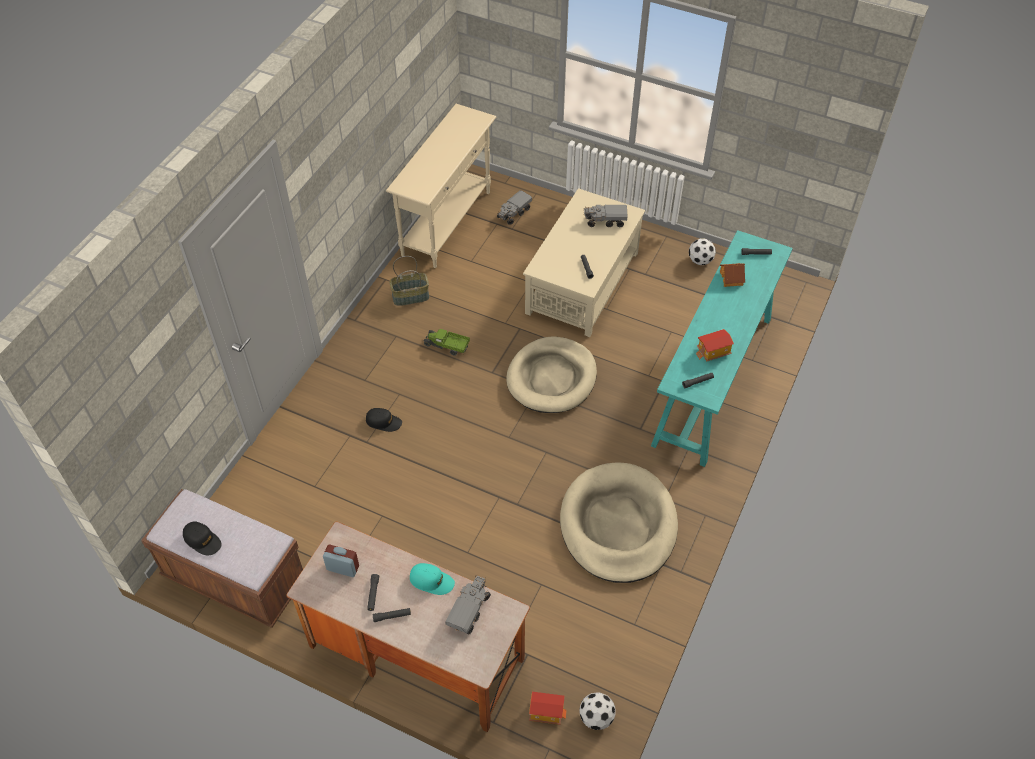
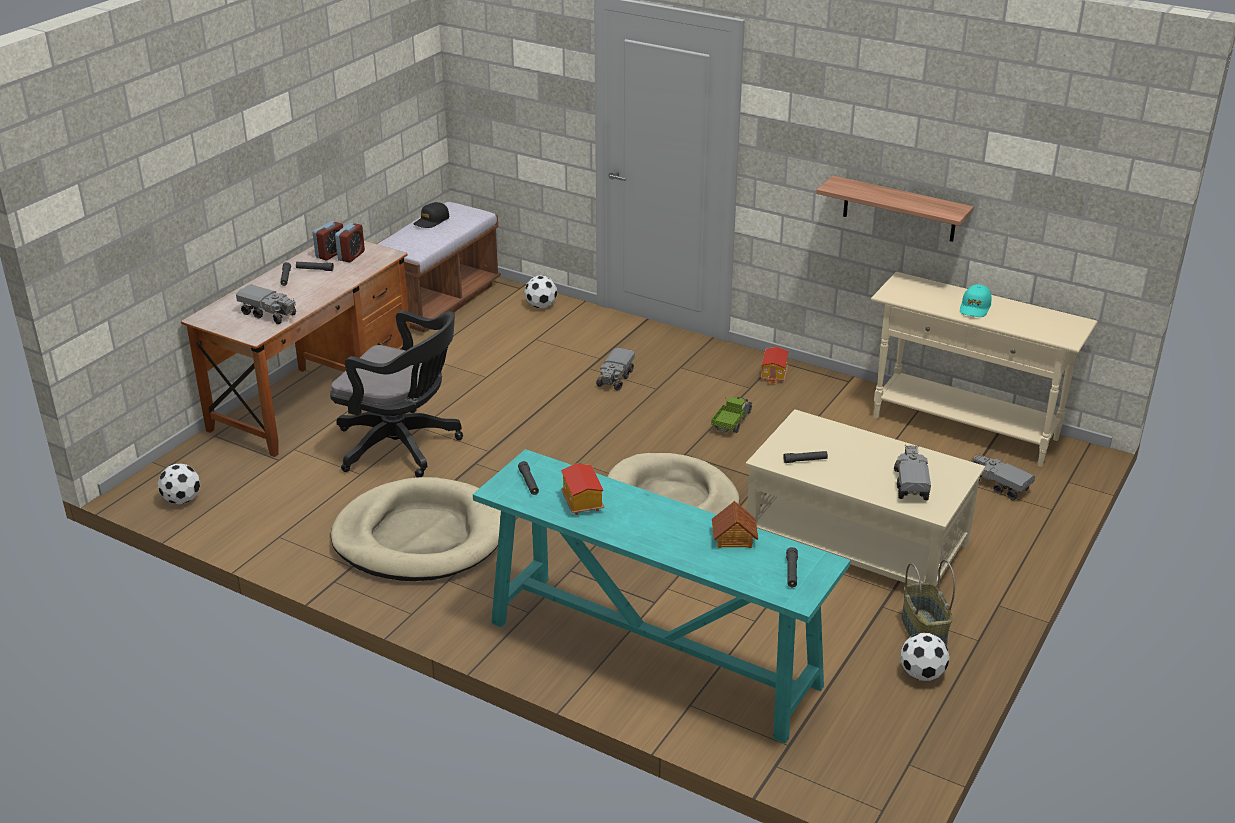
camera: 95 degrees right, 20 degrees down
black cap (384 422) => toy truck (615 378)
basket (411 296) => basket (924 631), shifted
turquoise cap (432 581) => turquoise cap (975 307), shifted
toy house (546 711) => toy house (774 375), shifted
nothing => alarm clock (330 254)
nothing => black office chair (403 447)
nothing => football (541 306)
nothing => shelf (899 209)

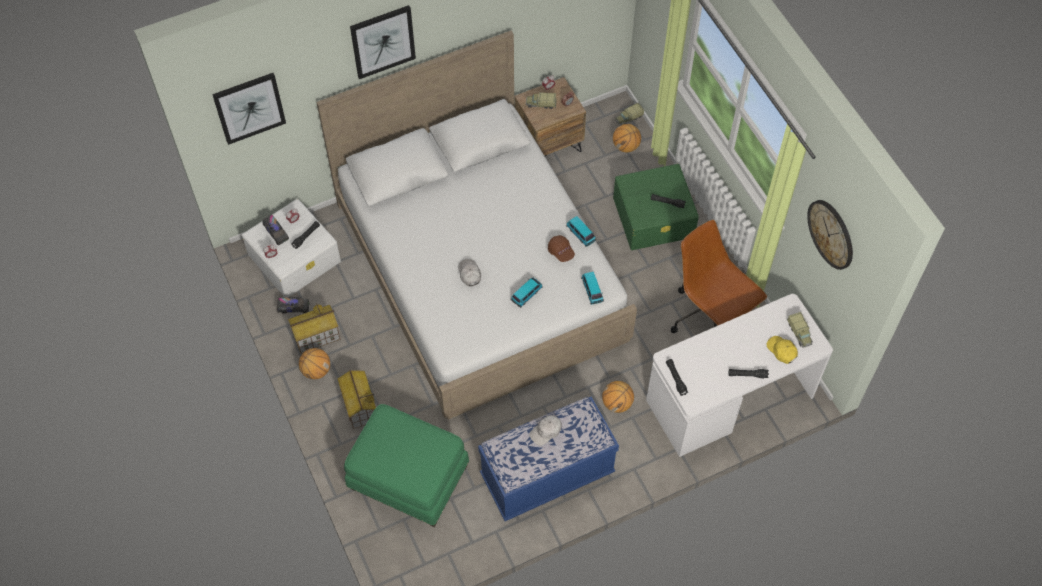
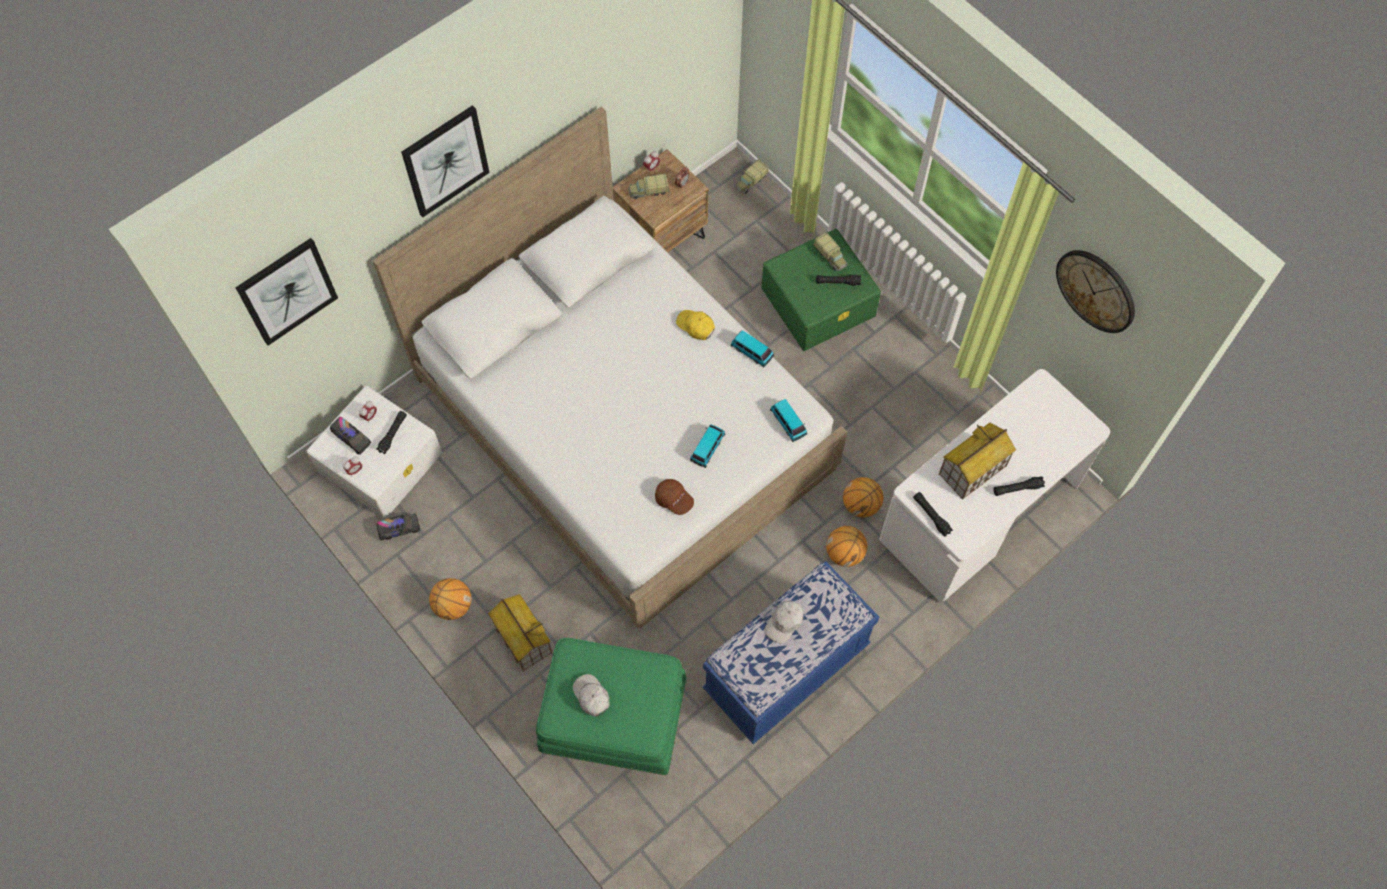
camera: 15 degrees left, 5 degrees up
toy house (316 336) => toy house (972 470), shifted
white cap (469 274) => white cap (591 696), shifted
brown cap (561 252) => brown cap (674 500), shifted
basketball (626 146) => basketball (861 505), shifted
brown office chair (710 318) => nothing
yellow cap (781 351) => yellow cap (695 326), shifted
toy truck (799 333) => toy truck (830 256), shifted

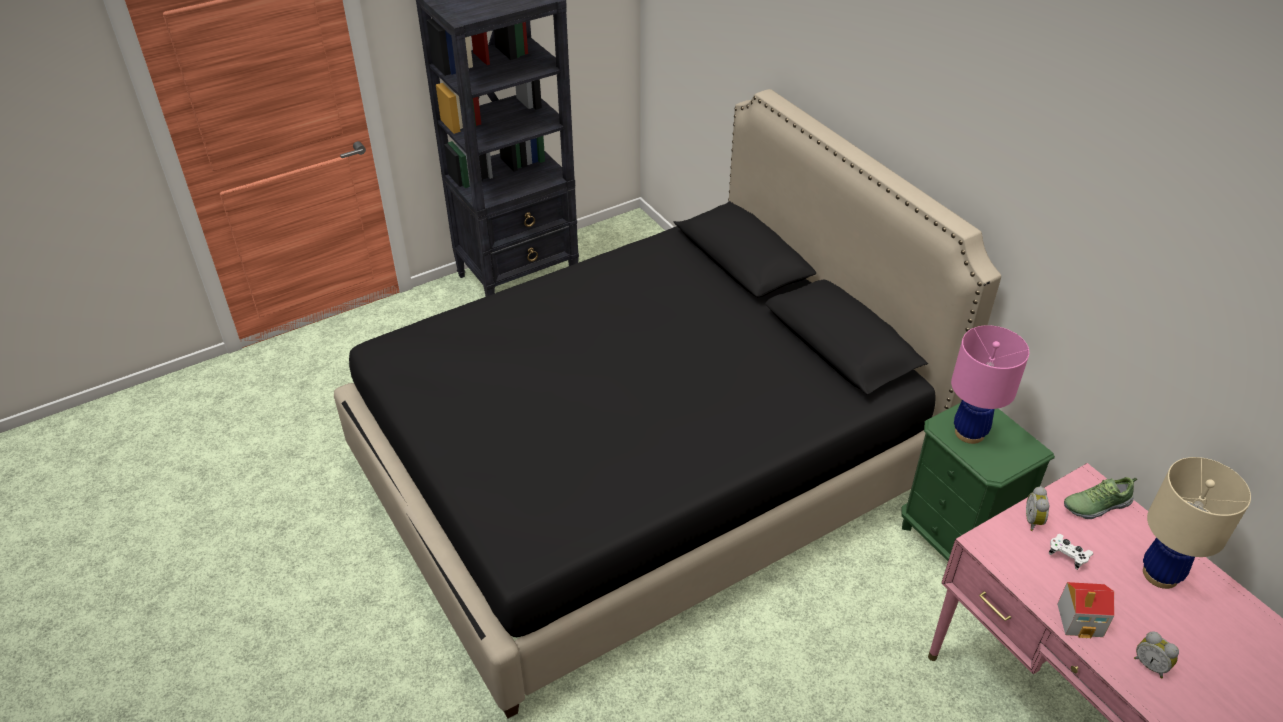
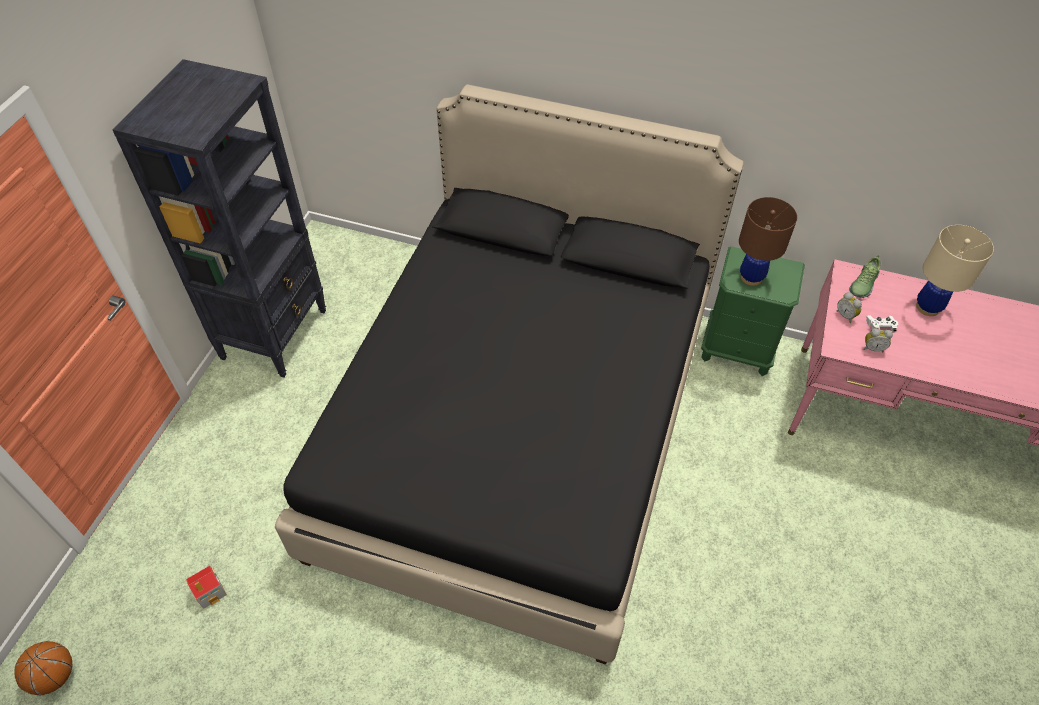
camera: 40 degrees left, 10 degrees up
pink table lamp (969 433) => brown table lamp (751 277)
toy house (1080 620) => toy house (210 591), shifted
alarm clock (1150 665) => alarm clock (872 348), shifted
nothing => basketball (54 676)

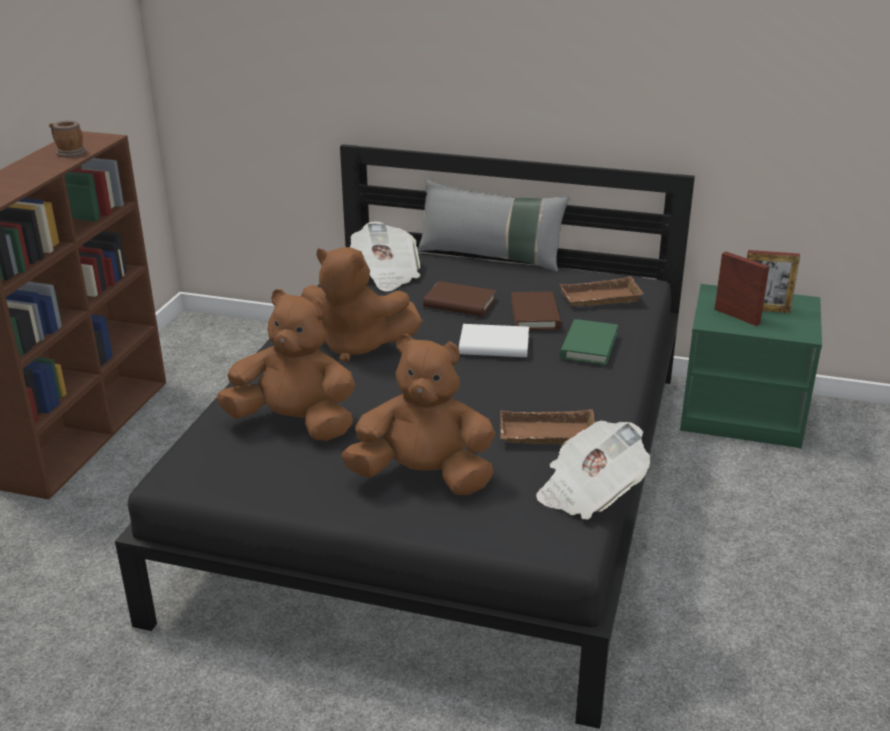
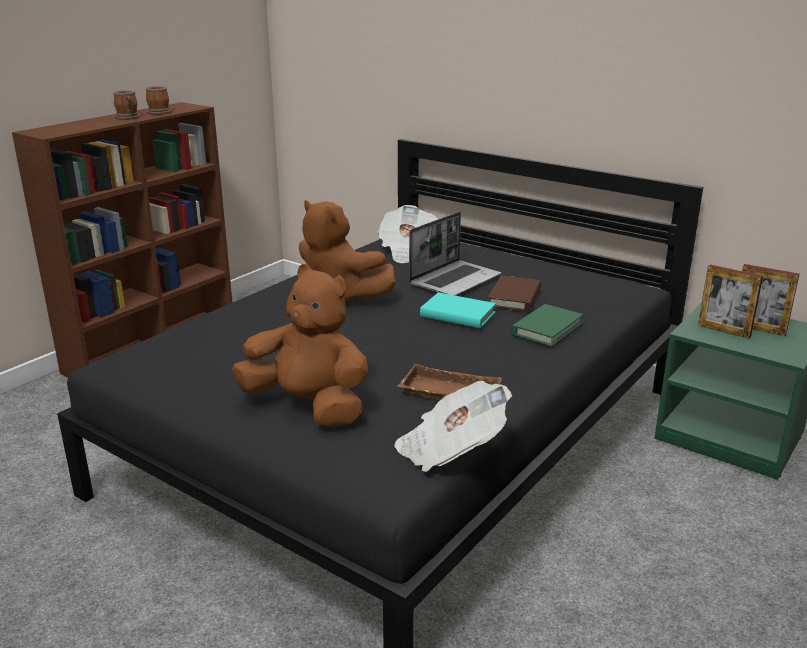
camera: 20 degrees right, 5 degrees down
brown plush toy (295 423) => nothing
grey pillow (491 257) => nothing
brown book (459 303) => laptop (455 280)
white book (494 345) => turquoise book (457 315)
brown tray (600 299) => nothing
picture frame (736 316) => picture frame (724 330), 150 degrees clockwise
nothing => mug (128 118)

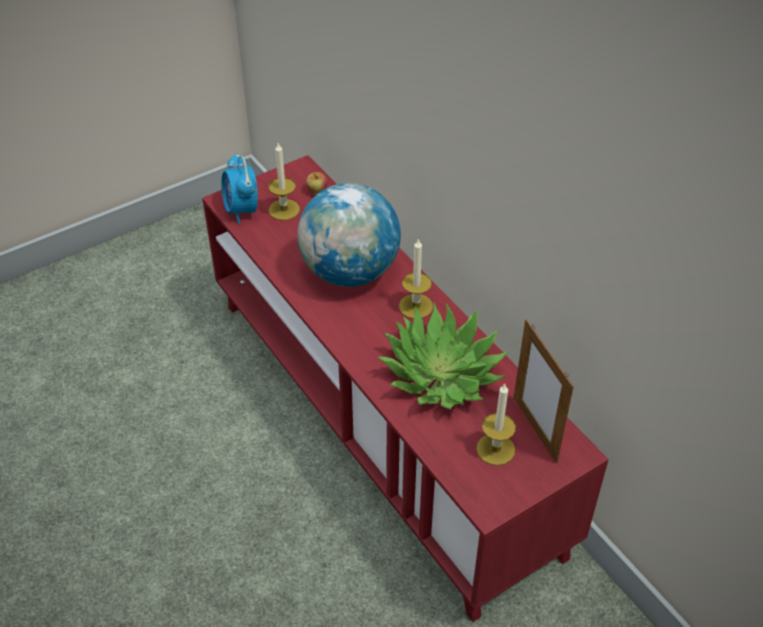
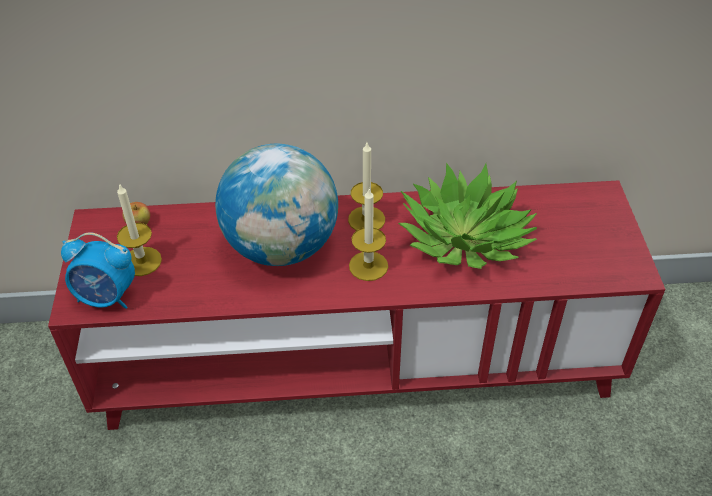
camera: 60 degrees left, 0 degrees up
candle (495 449) => candle (368 266), shifted
picture frame (535 429) => nothing

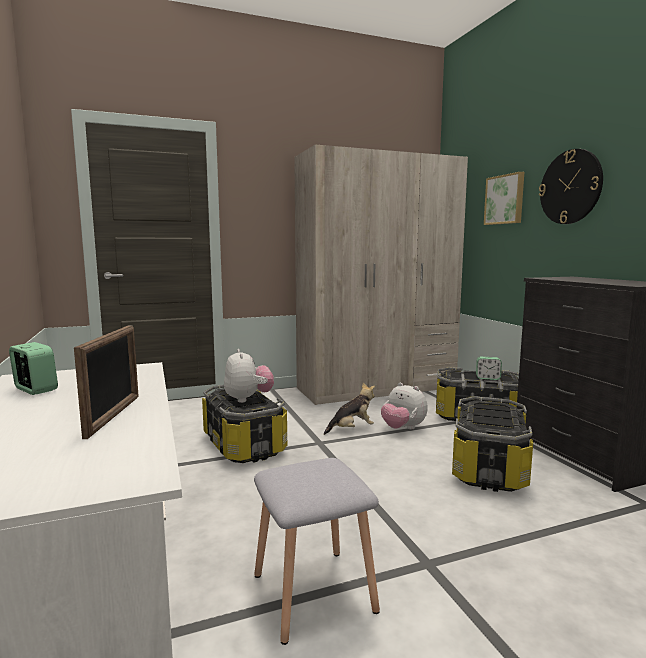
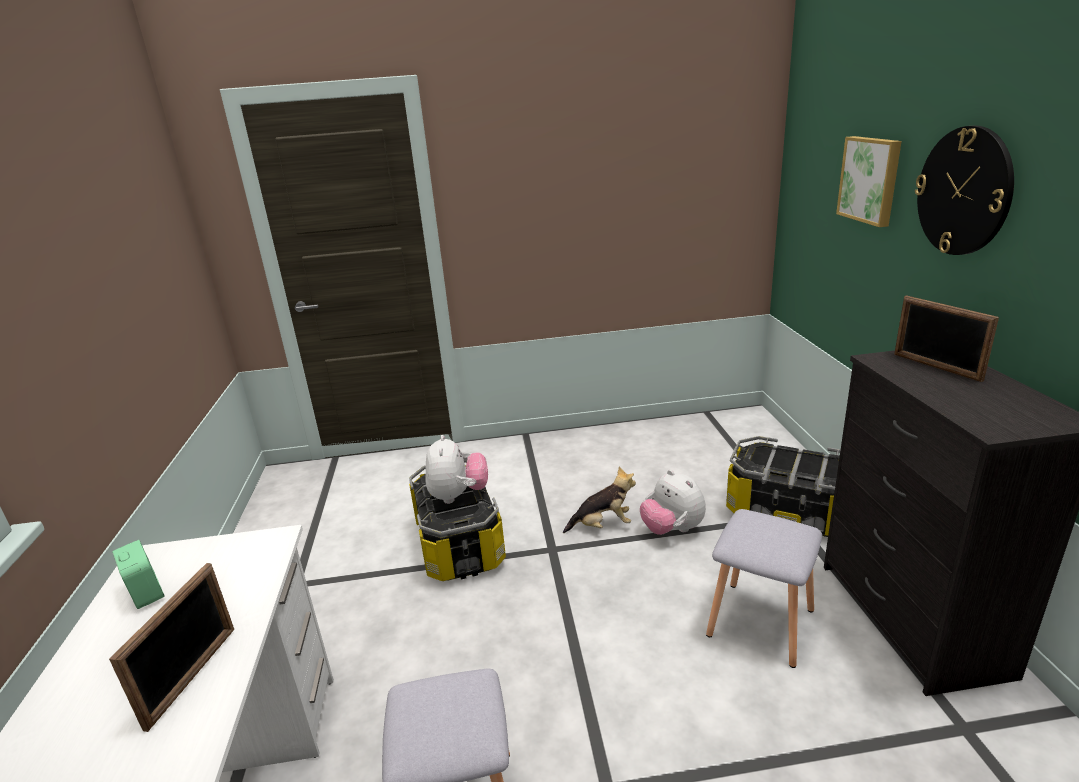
camera: 15 degrees right, 15 degrees up
beige wardrobe (377 388) => nothing
storage box (489 468) => grey stool (761 624)
alarm clock (488 378) => nothing
nothing => picture frame (936 367)

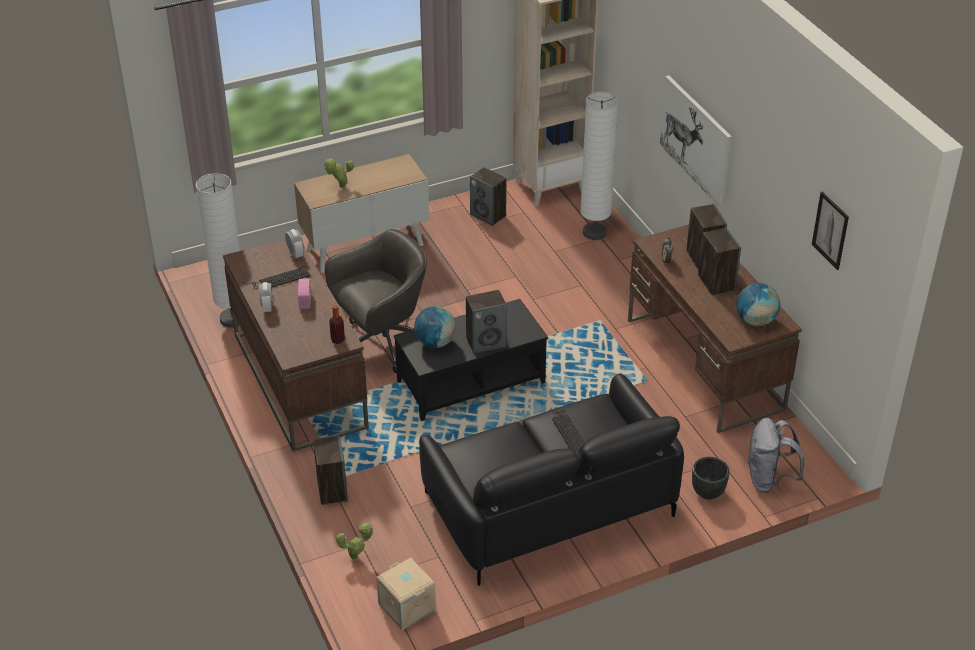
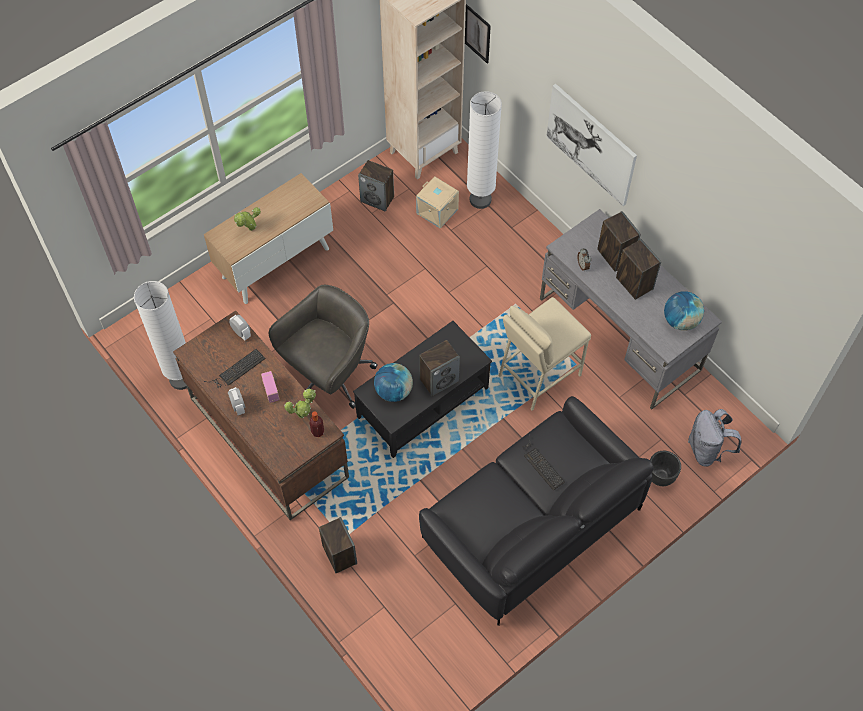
camera: 15 degrees left, 20 degrees up
potted plant (356 557) => potted plant (303 414), shifted
beige storage box (406 607) => beige storage box (436 211), shifted
brown desk (704 365) => grey desk (620 335)
picture (830 230) => picture (477 33), shifted
nothing => beige stool (538 375)

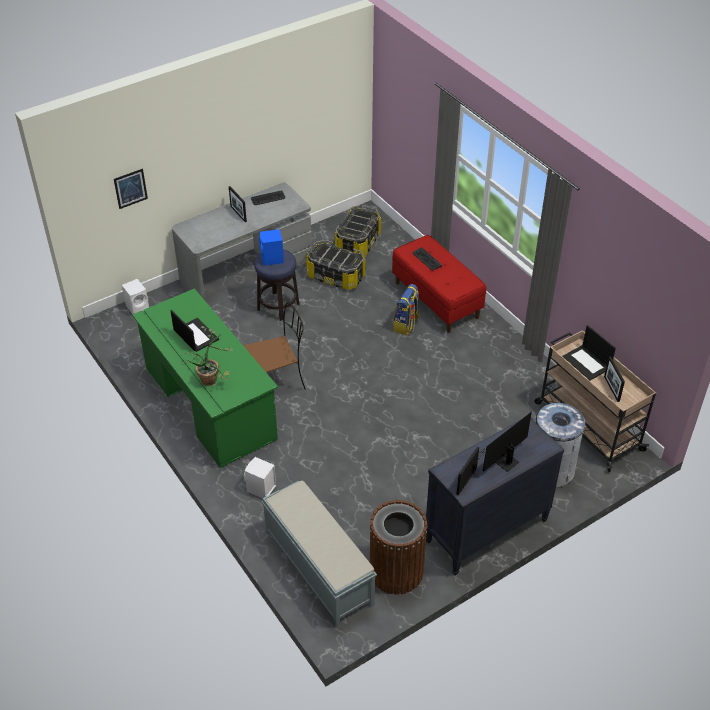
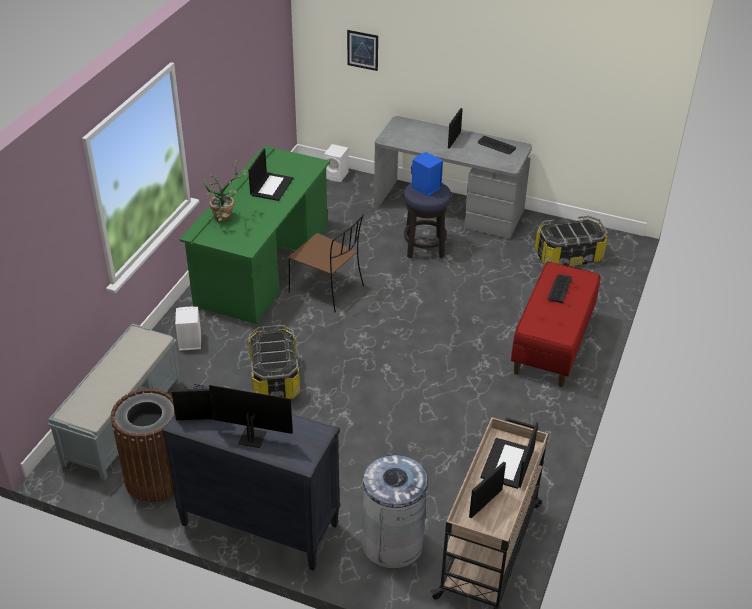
camera: 55 degrees right, 5 degrees down
storage box (335 276) => storage box (274 378), shifted
backpack (406 325) => nothing

